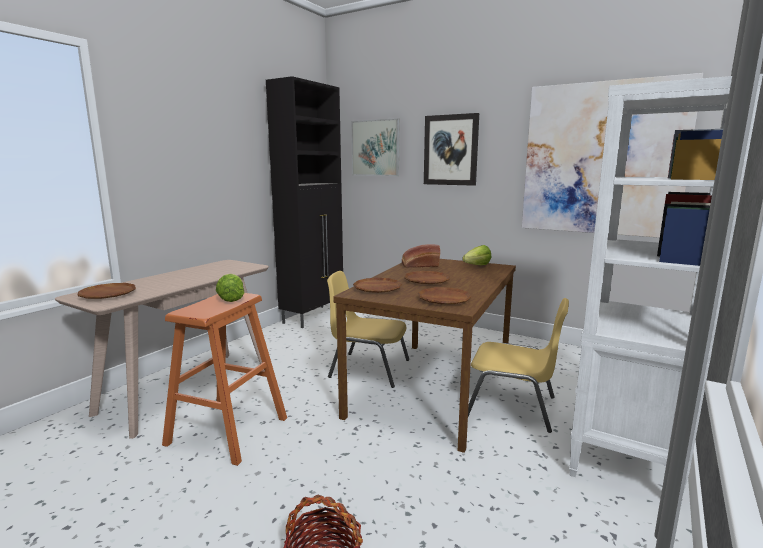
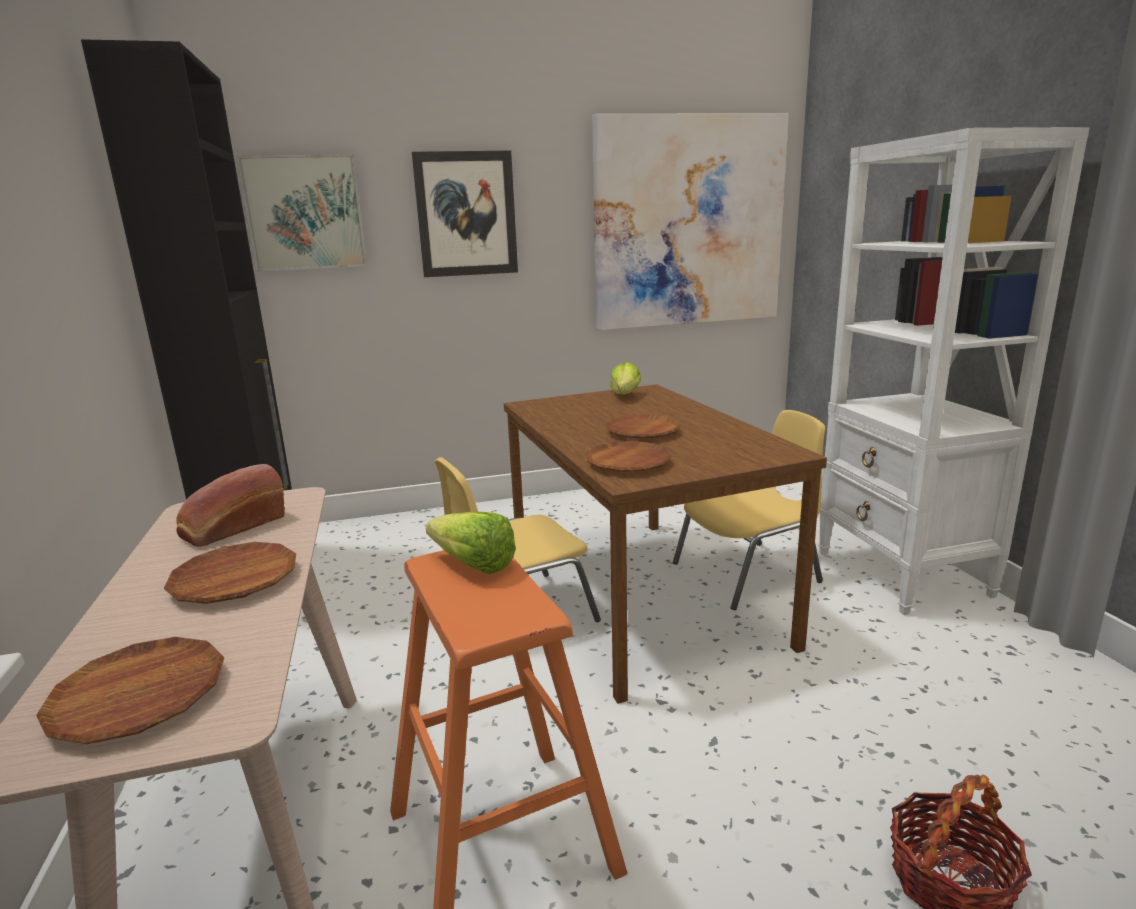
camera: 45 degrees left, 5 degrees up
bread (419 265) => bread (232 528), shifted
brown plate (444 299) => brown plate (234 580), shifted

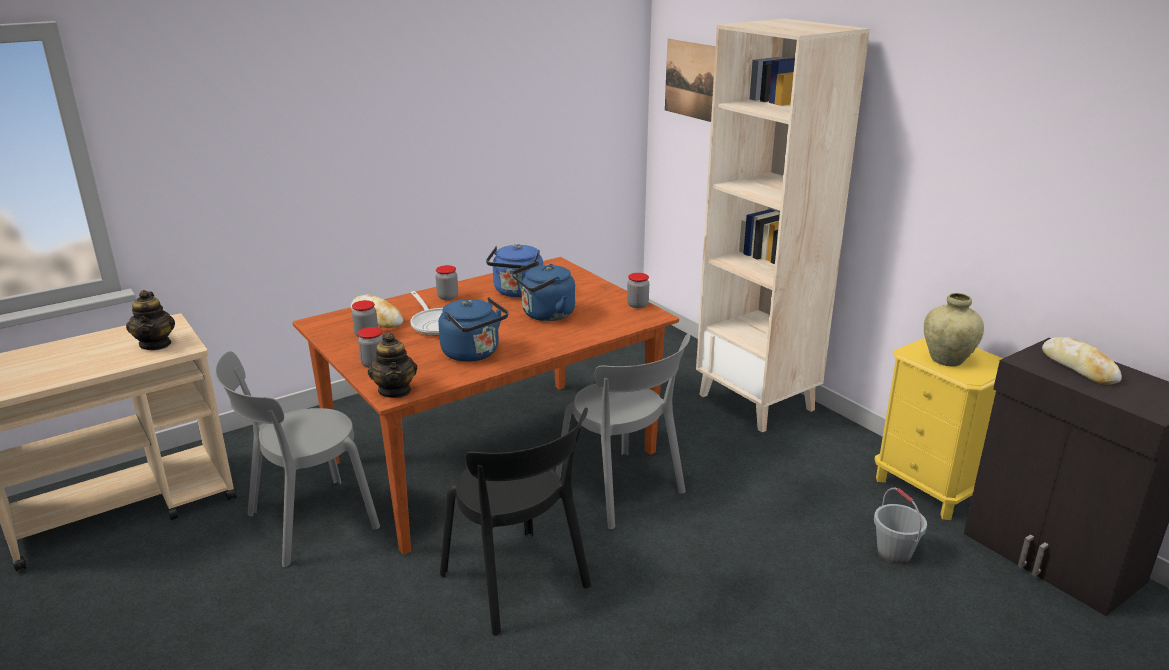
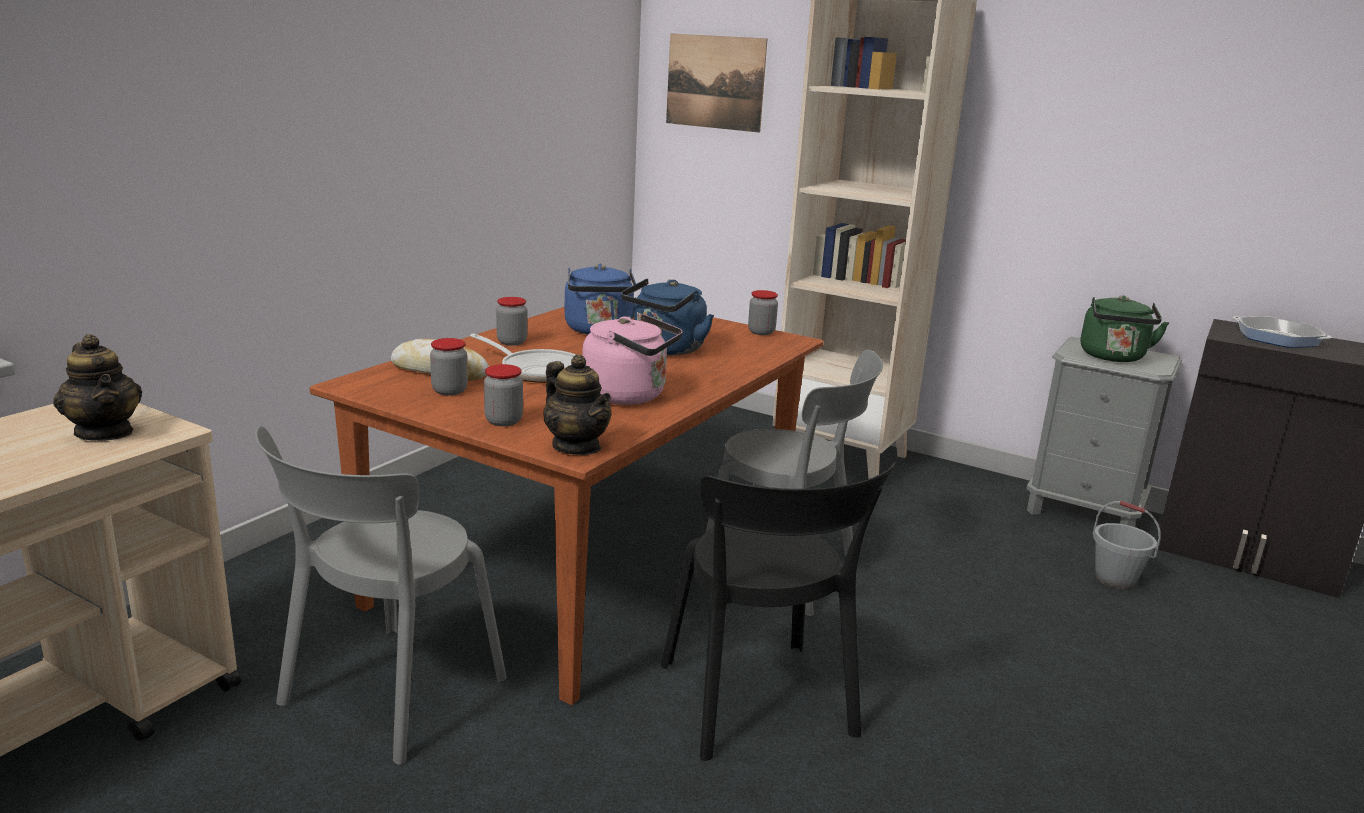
camera: 25 degrees left, 5 degrees down
blue kettle (473 354) => pink kettle (630 396)
black chair (518 584) => black chair (759 705), 45 degrees clockwise
yellow nightstand (930 488) => grey nightstand (1084 512)
beige vase (947 360) => green kettle (1113 357)
bread (1079 368) => frying pan (1277 338)

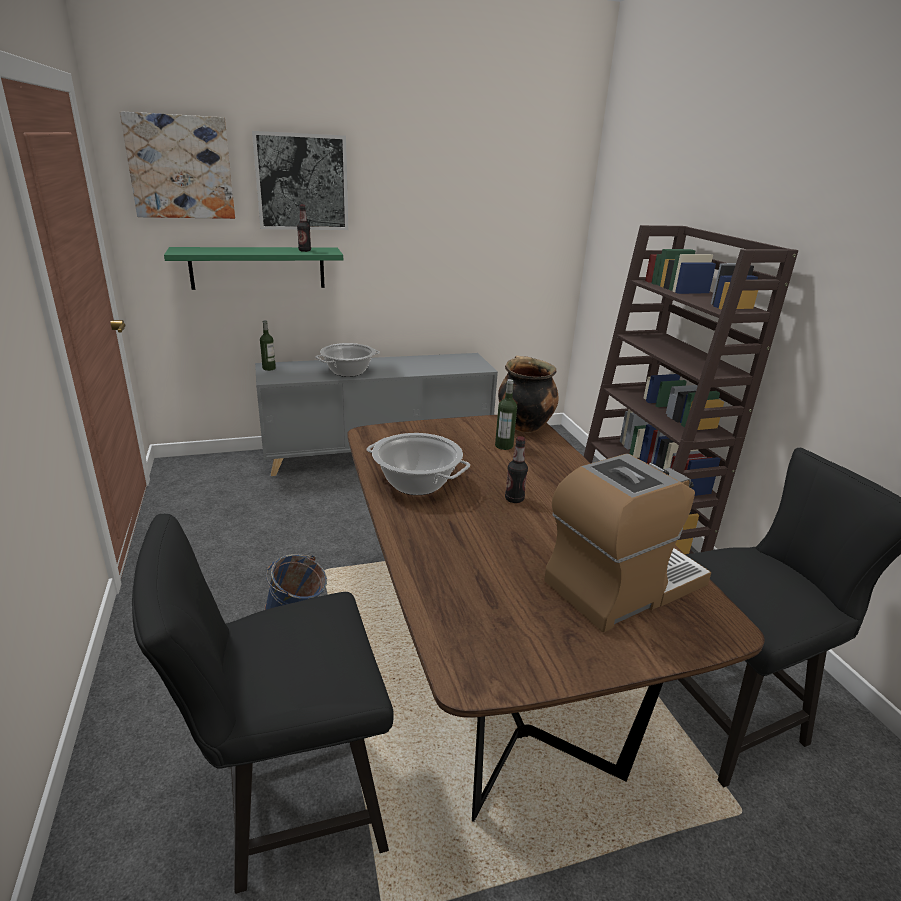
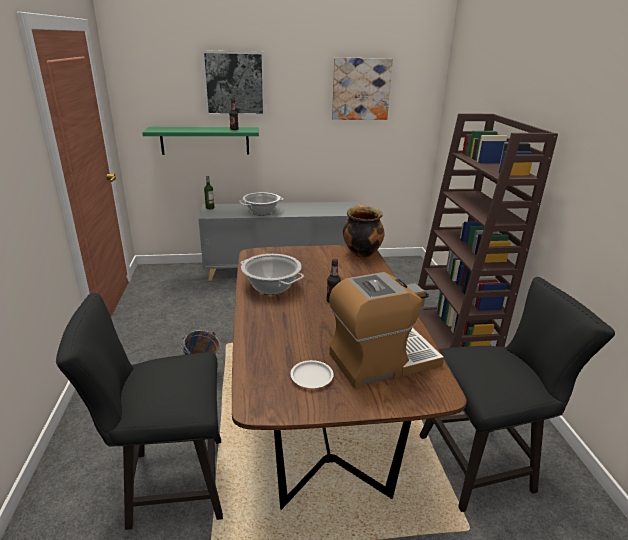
camera: 10 degrees right, 0 degrees up
picture (181 167) => picture (361 89), shifted
bottle (504 446) => nothing
nothing => white plate (312 377)

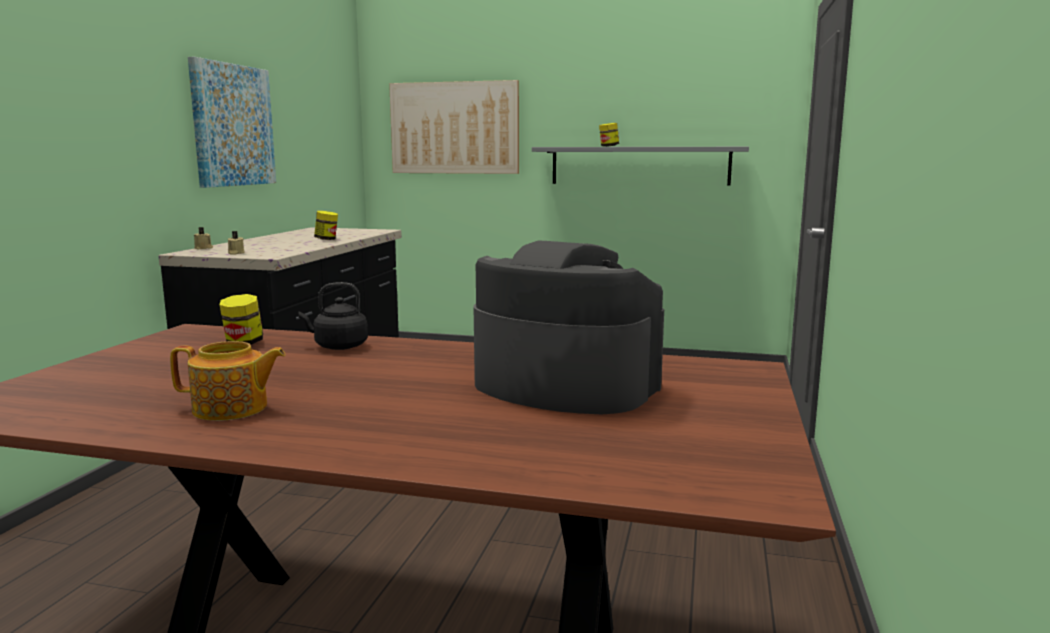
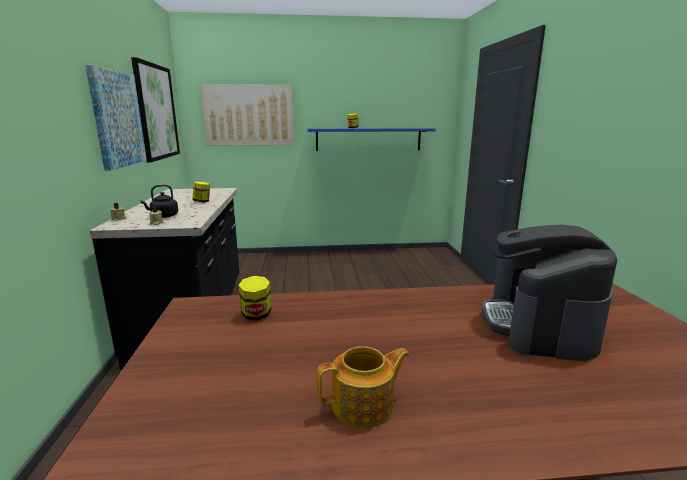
camera: 20 degrees left, 5 degrees up
black kettle (338 346) => black kettle (163 216), shifted
coffee machine (563 385) => coffee machine (538 324), 90 degrees counterclockwise
grey shelf (639 165) => blue shelf (368 139)
nothing => picture (156 112)

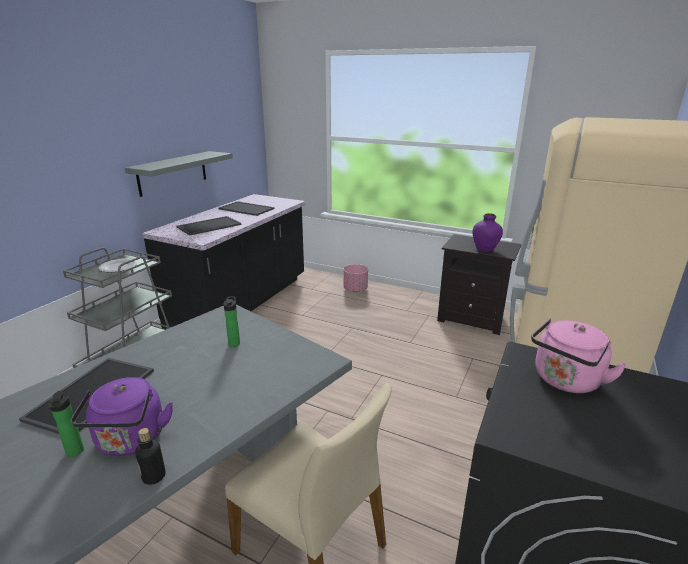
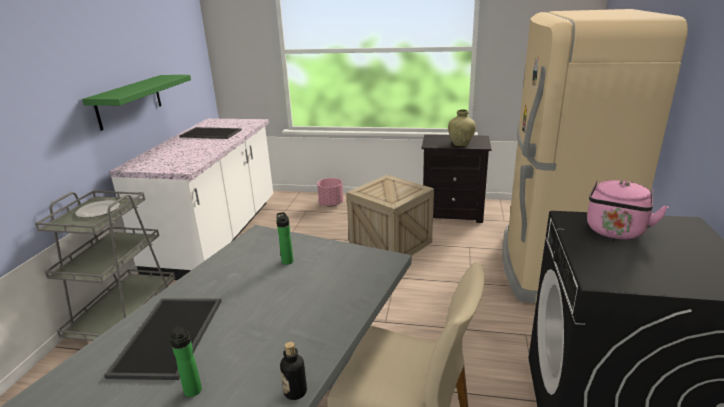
camera: 15 degrees left, 0 degrees up
purple kettle (130 441) => nothing
grey shelf (173 173) => green shelf (129 101)
black counter (241 302) => white counter (218 235)
tray (209 225) => nothing
purple vase (485 249) => beige vase (460 144)
nothing => crate (390 244)

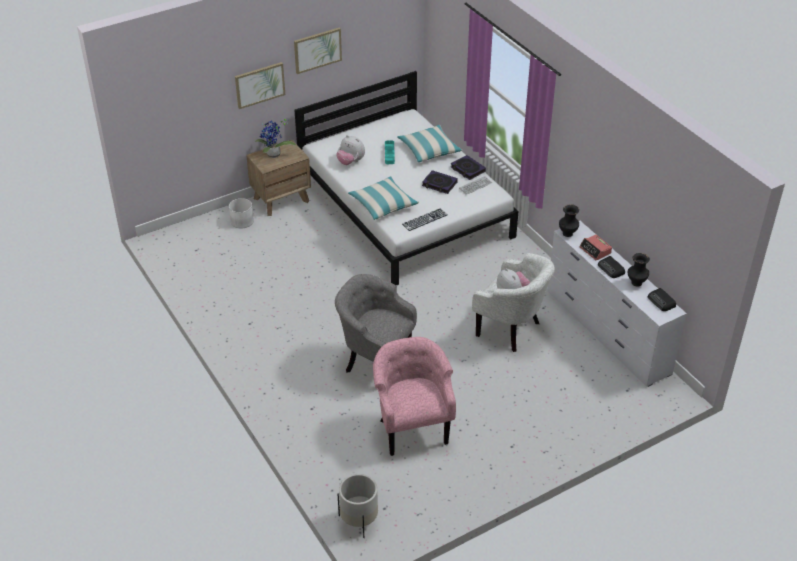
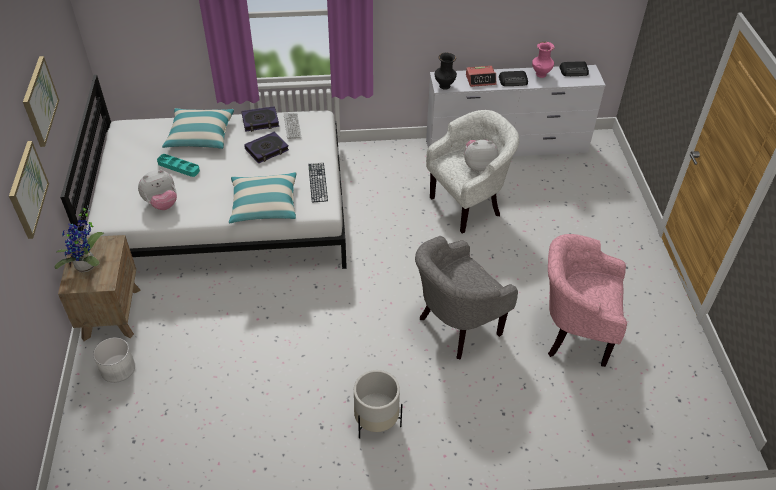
camera: 65 degrees left, 5 degrees up
white planter (359 520) => white planter (376 422), shifted
black vase (636 283) => pink vase (540 75)

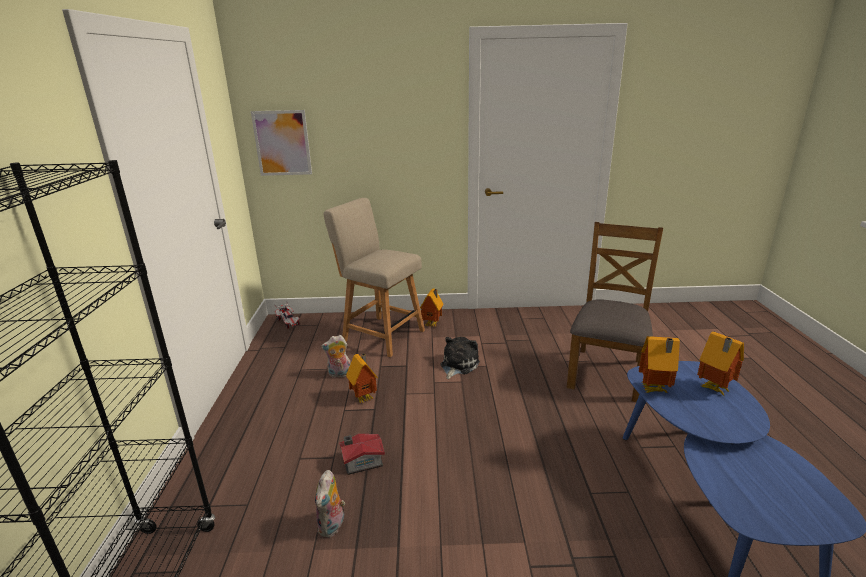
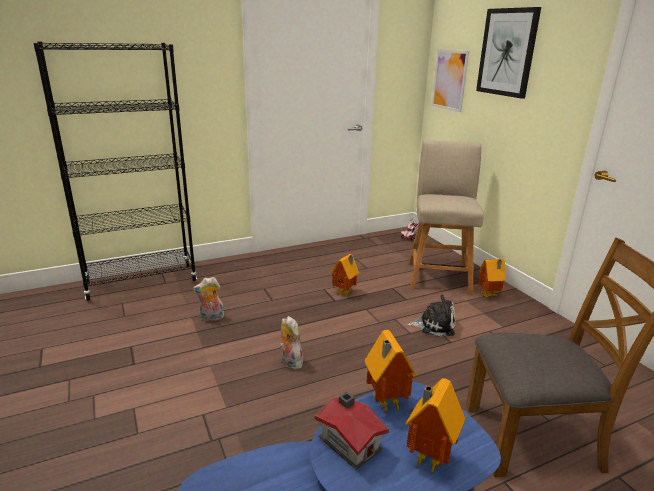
camera: 65 degrees right, 0 degrees up
plush toy (339 374) => plush toy (290 362), shifted
toy house (361 462) => toy house (350 442), shifted
nothing => picture (507 52)

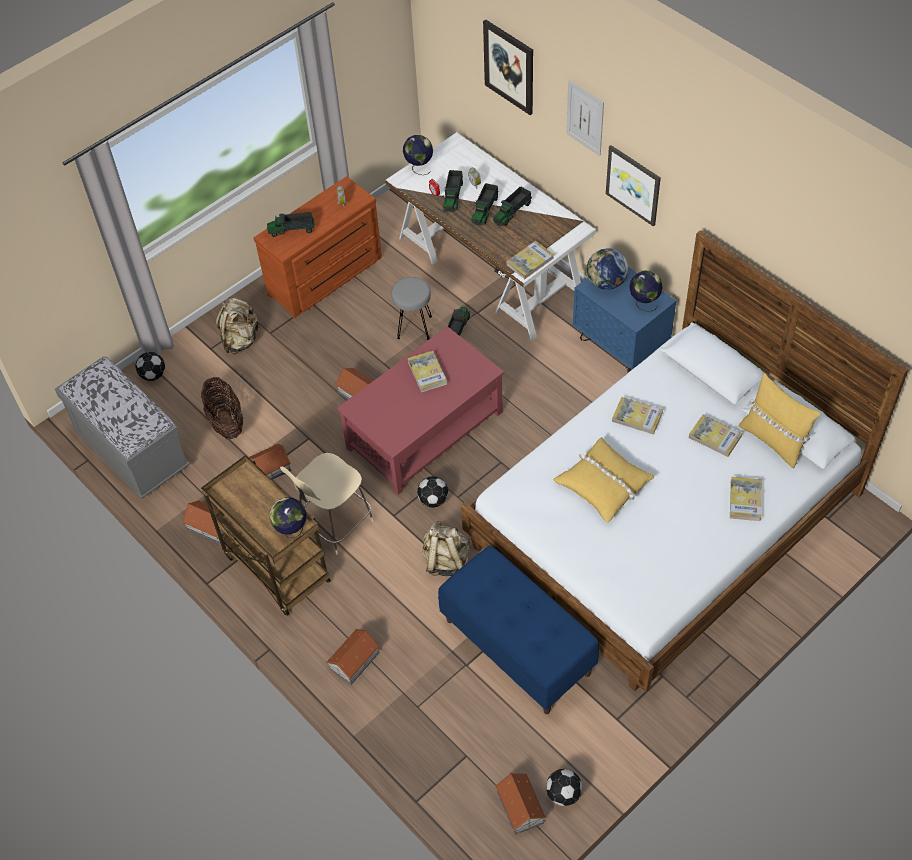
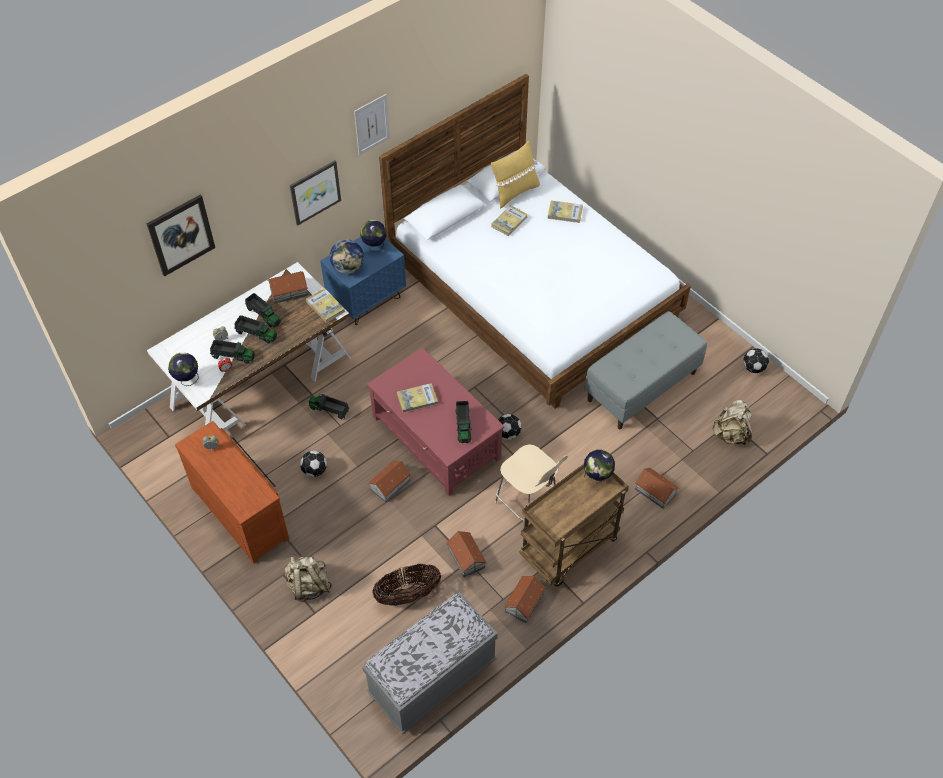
camera: 90 degrees left, 0 degrees up
football (153 375) => football (314 471), shifted
toy truck (292 230) => toy truck (463 425), shifted
grey stool (414 327) => nothing
beige backpack (446 561) => beige backpack (730 434), shifted
blue bench (518 646) => grey bench (641 386)
toy house (520 808) => toy house (289 291), shifted
yellow pillow (603 484) => nothing
picture (585 118) => picture (372 124), shifted
book (637 417) => nothing

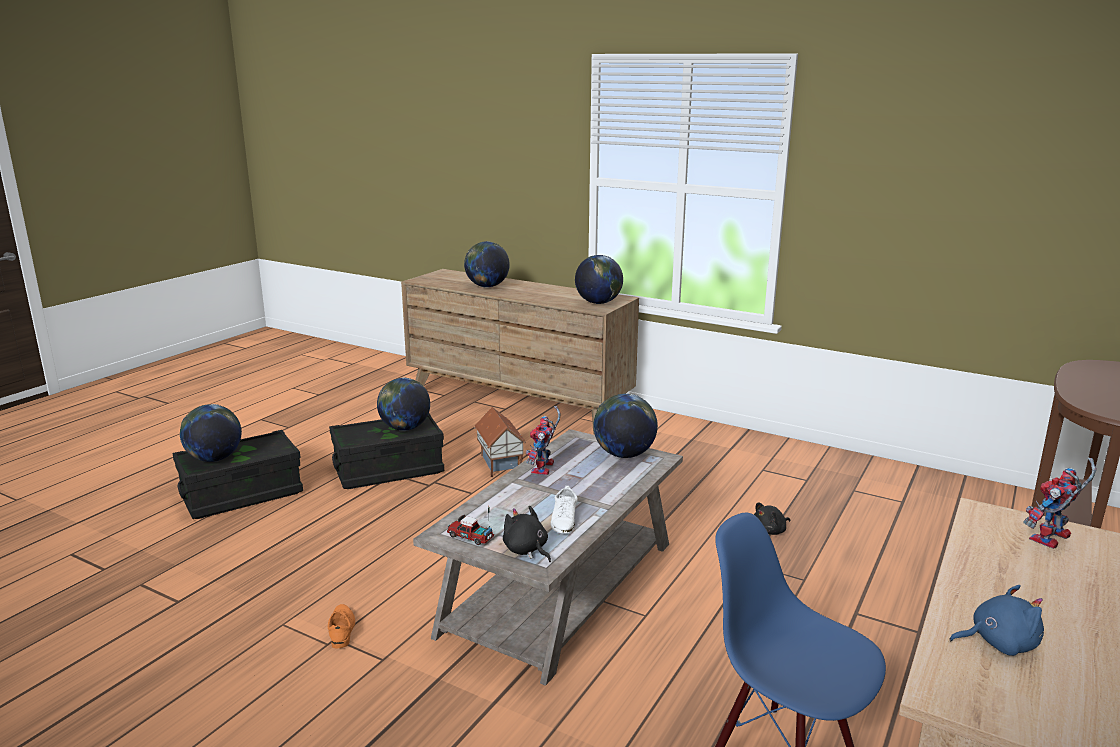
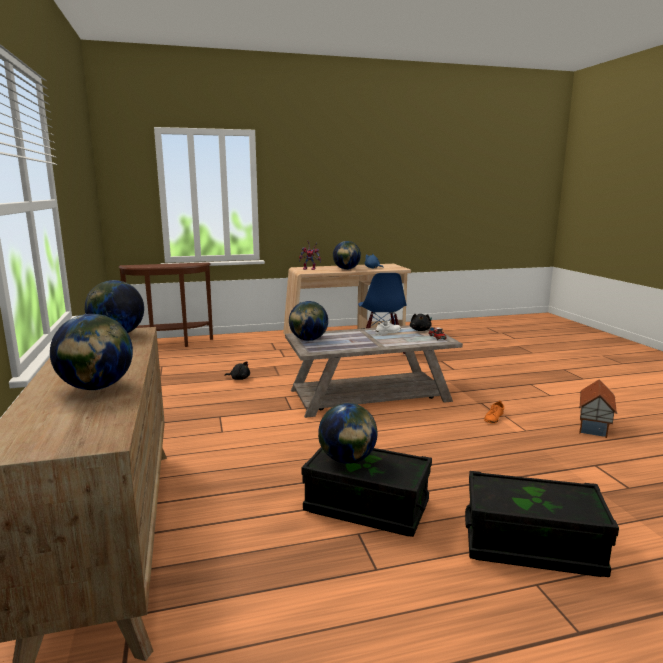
camera: 135 degrees left, 5 degrees down
globe (214 459) => globe (346 269), shifted
toy house (499 463) => toy house (595 427), shifted
toy robot (544 470) => nothing

